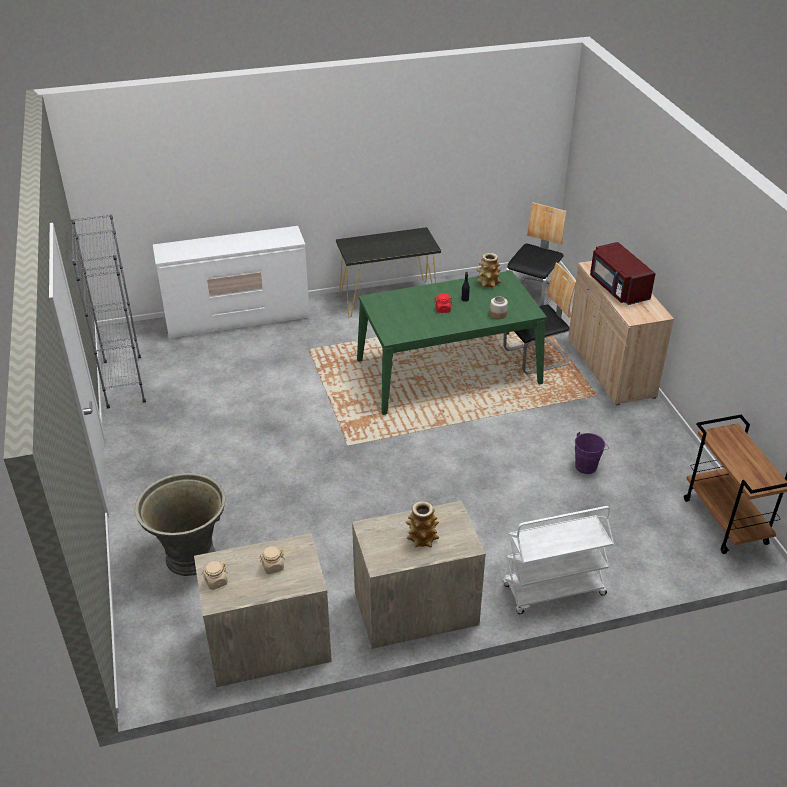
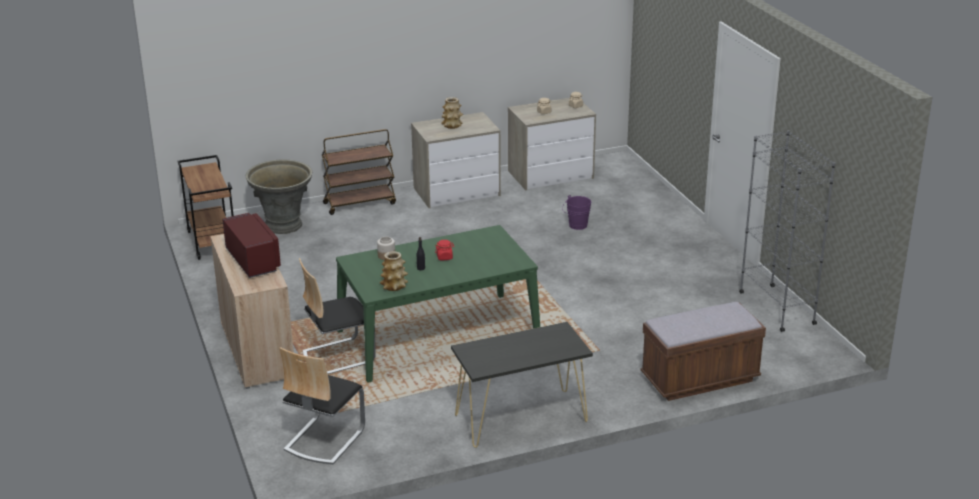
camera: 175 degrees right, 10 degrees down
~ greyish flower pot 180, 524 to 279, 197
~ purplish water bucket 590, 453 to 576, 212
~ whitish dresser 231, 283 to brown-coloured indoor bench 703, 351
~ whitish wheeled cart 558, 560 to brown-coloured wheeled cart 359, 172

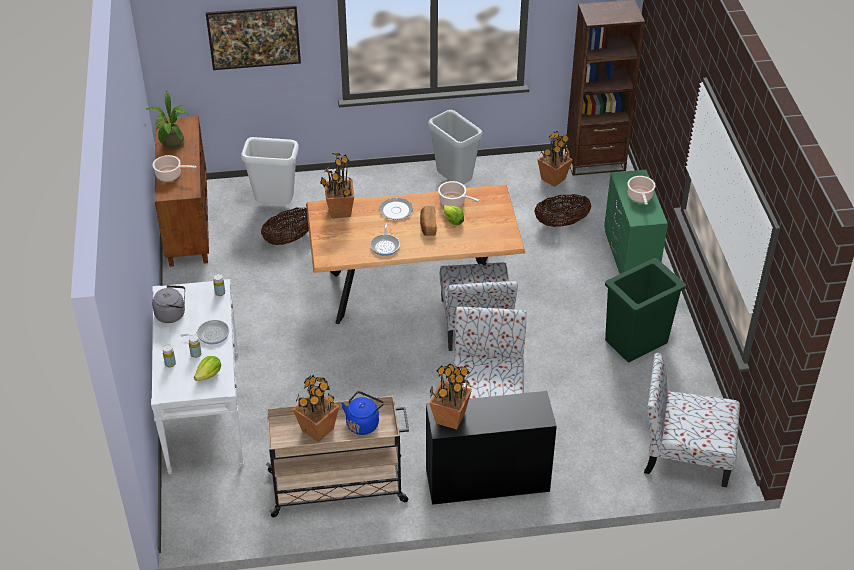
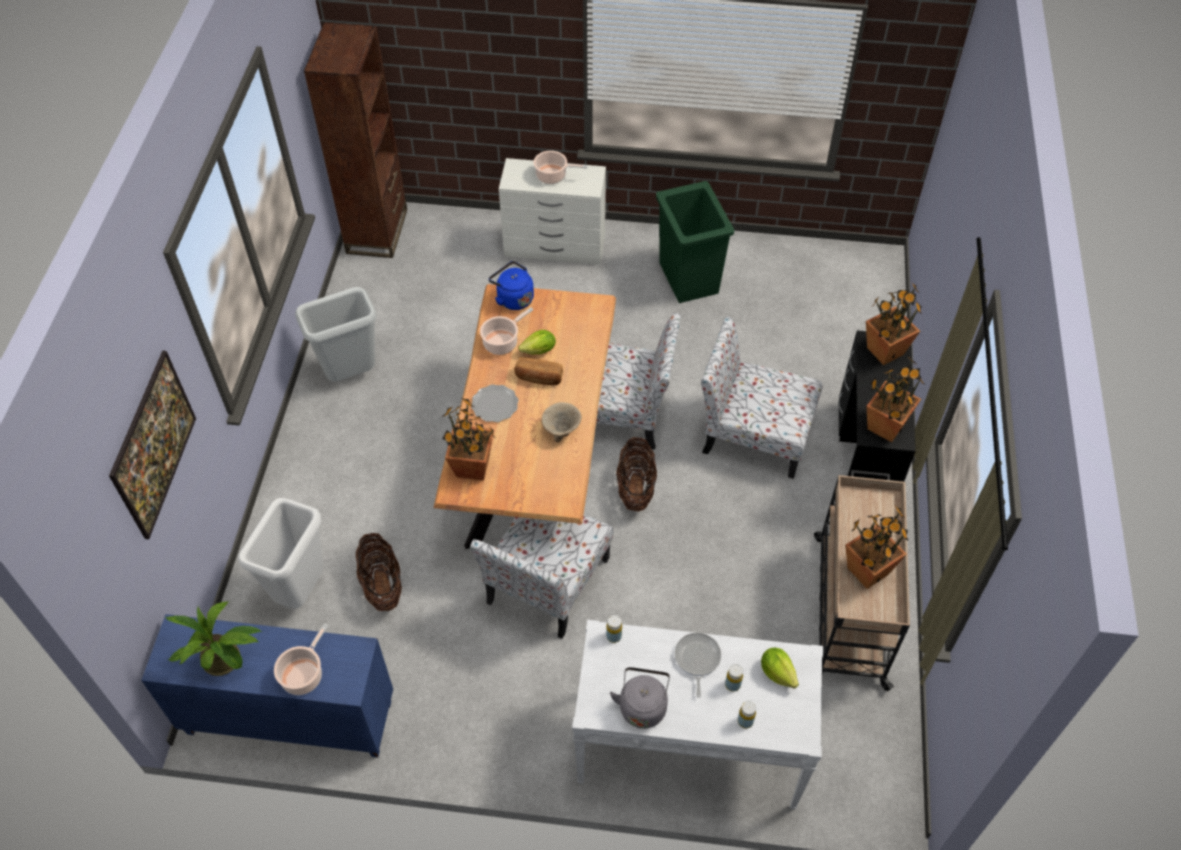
camera: 75 degrees left, 10 degrees up
~ bluish kettle 362, 413 to 511, 285
~ household basket 562, 210 to 636, 474
~ houseplant 555, 159 to 894, 324
~ upright chair 692, 420 to 541, 576
~ pan 385, 239 to sand-coloured bowl 562, 422
~ brown-coloured storage cabinet 182, 191 to bluish storage cabinet 267, 686
~ green dresser 636, 222 to whitish dresser 552, 211

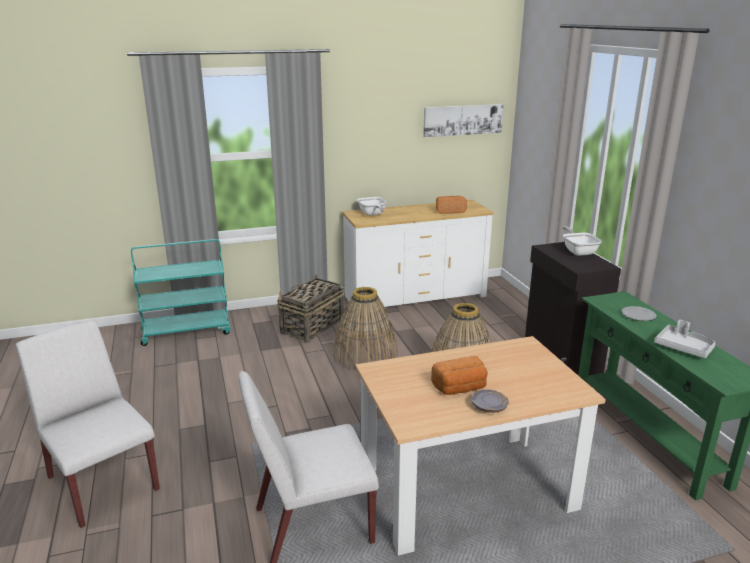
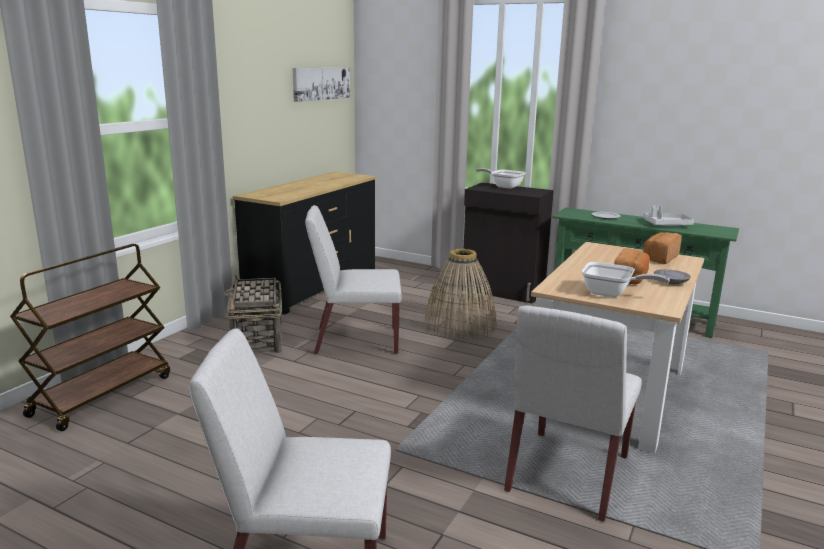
camera: 45 degrees left, 5 degrees down
~ pan 372, 206 to 626, 279
~ baked bread 451, 205 to 662, 248
~ household basket 365, 328 to whitish upright chair 353, 280
~ blue-green wheeled cart 181, 292 to brown-coloured wheeled cart 90, 337
~ whitish dresser 418, 257 to black-coloured dresser 304, 243

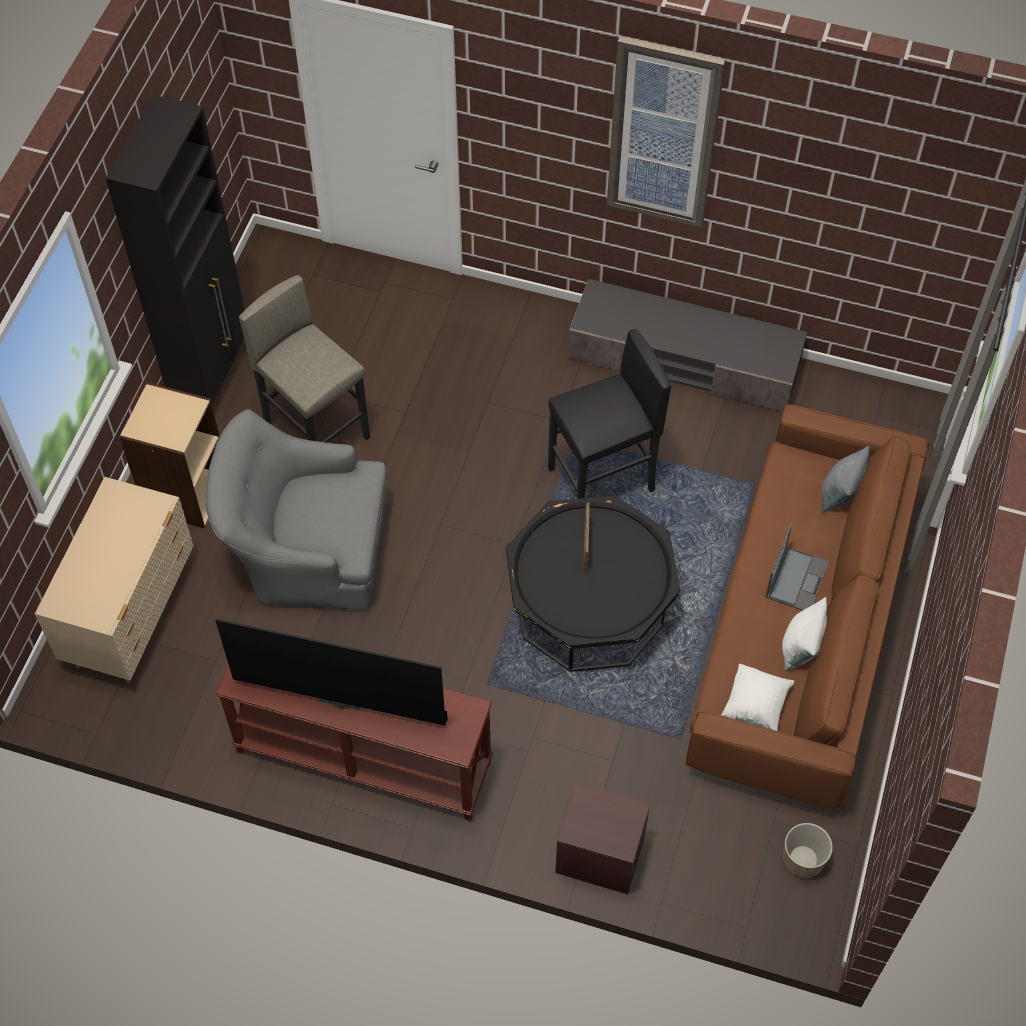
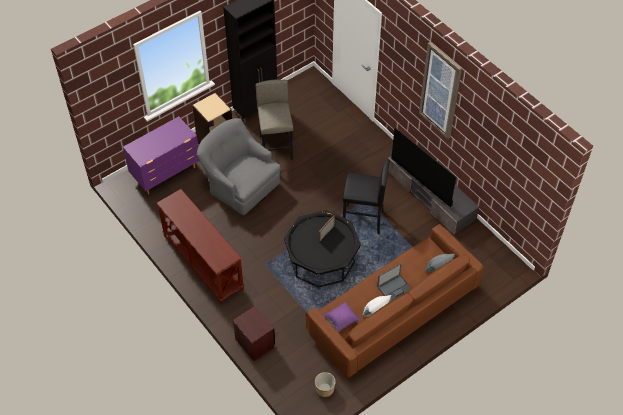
camera: 35 degrees right, 5 degrees down
~ television 331, 672 to 423, 167
~ sand-coloured dresser 114, 580 to purplish dresser 161, 155
~ whitish throw pillow 757, 697 to purplish throw pillow 341, 317

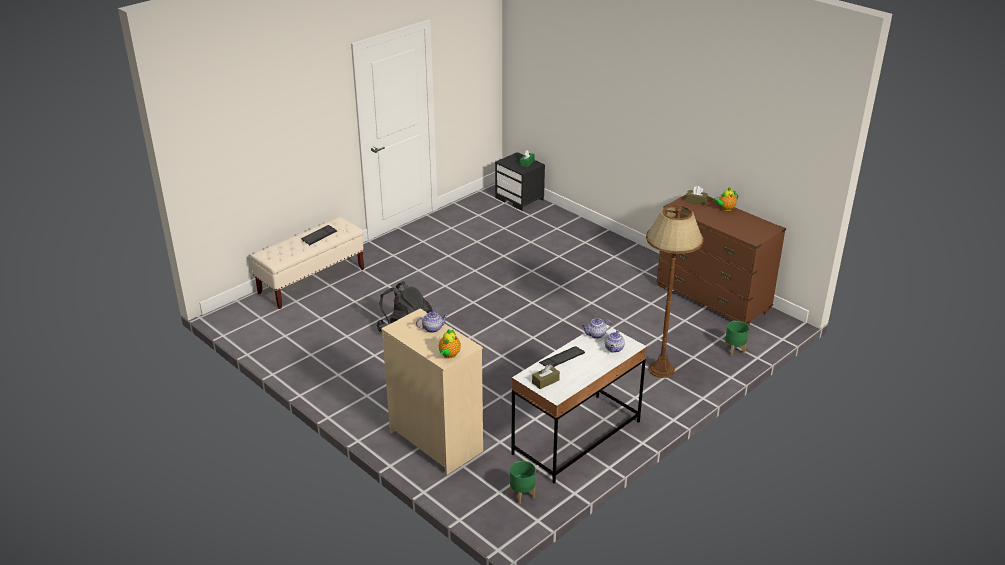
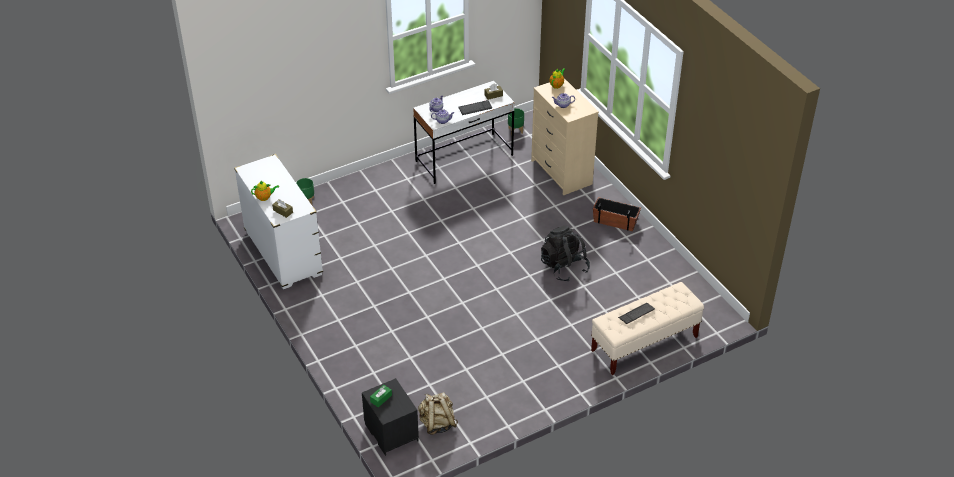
camera: 165 degrees left, 10 degrees up
- brown-coloured floor lamp 675, 291
+ sand-coloured backpack 438, 413
+ flower pot 617, 214
~ brown-coloured dresser 721, 260 to whitish dresser 278, 221

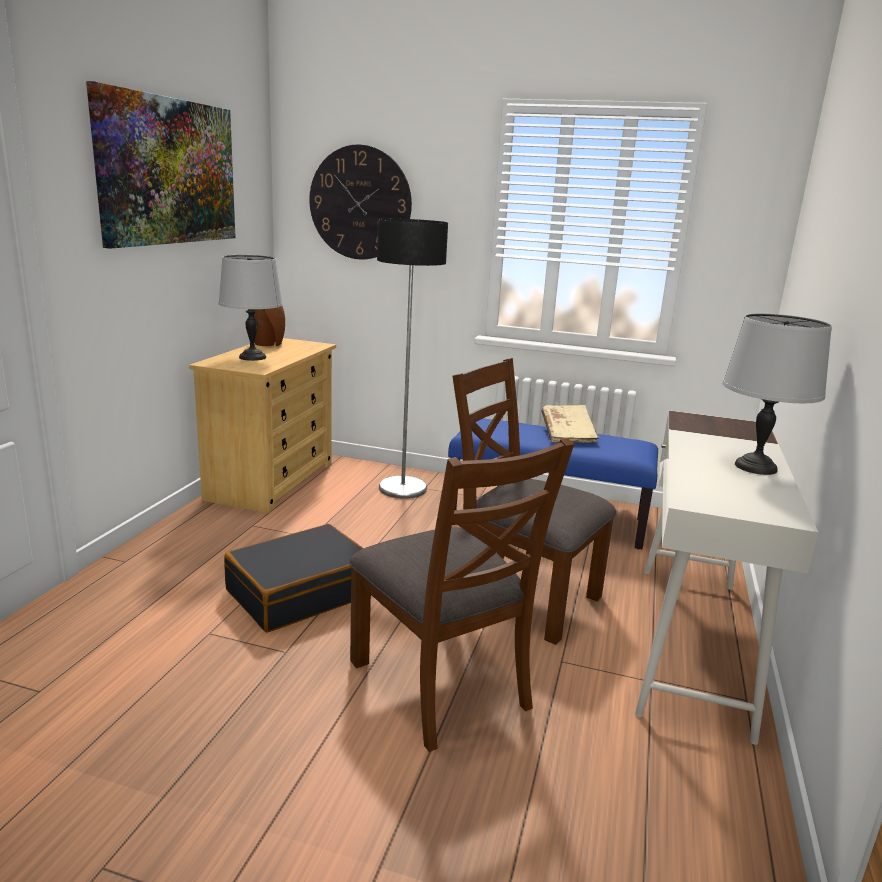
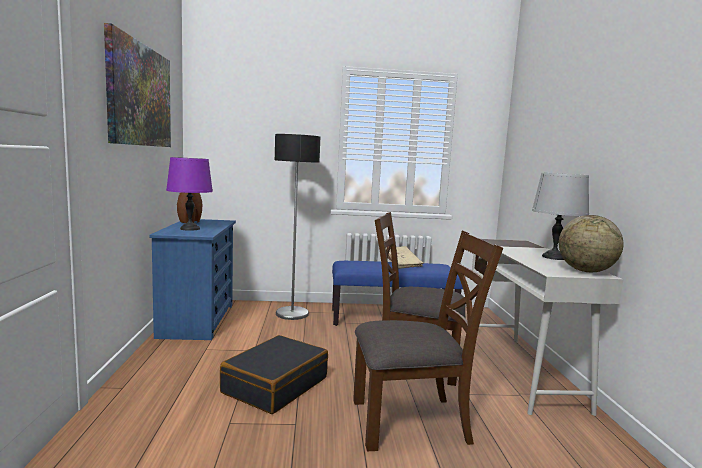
camera: 20 degrees left, 10 degrees down
- hanging clock 360, 202
+ world globe 591, 243
~ sand-coloured dresser 262, 425 to bluish dresser 192, 279
~ greyish tabletop lamp 251, 308 to purplish tabletop lamp 189, 194
~ brown-coloured upright chair 461, 595 = 428, 340 45 degrees counterclockwise

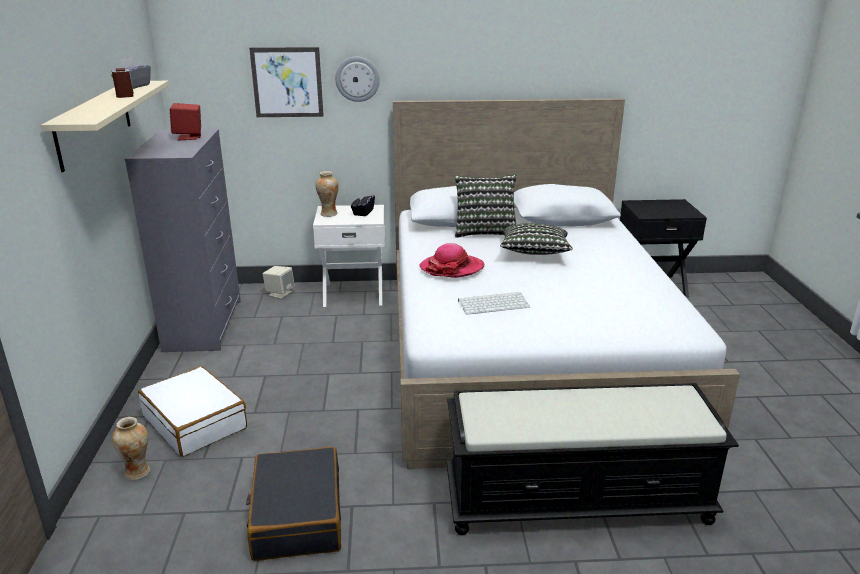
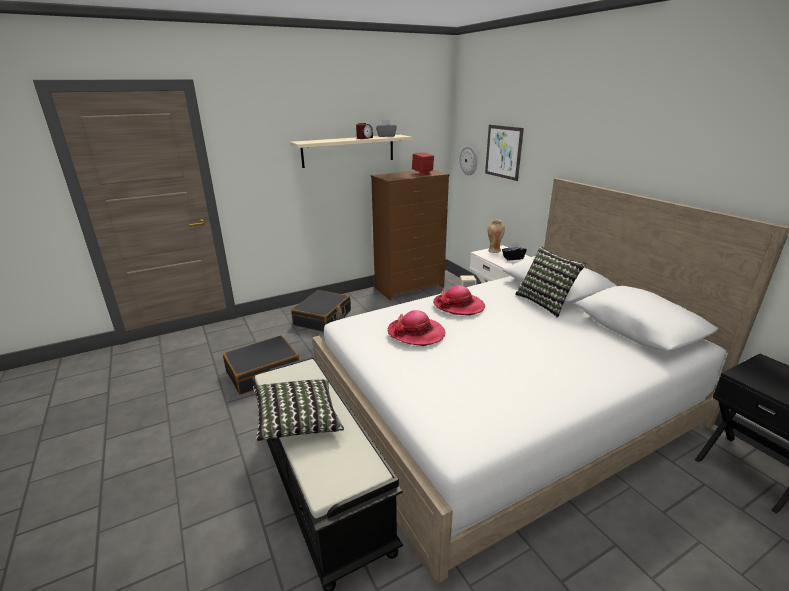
camera: 65 degrees right, 0 degrees up
- flower vase 131, 448
~ hanging clock 357, 79 to 468, 161
~ throw pillow 536, 239 to 298, 410
~ PC keyboard 494, 303 to clothing hat 417, 328
~ greyish dresser 183, 240 to brown-coloured dresser 410, 235
~ whitish piece of luggage 192, 411 to black-coloured piece of luggage 321, 311

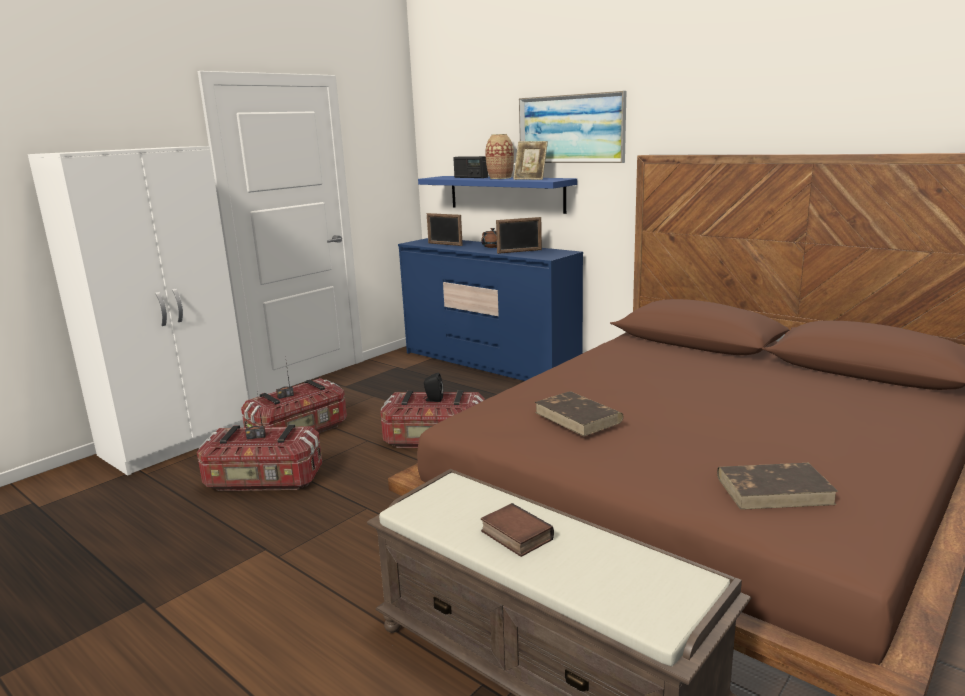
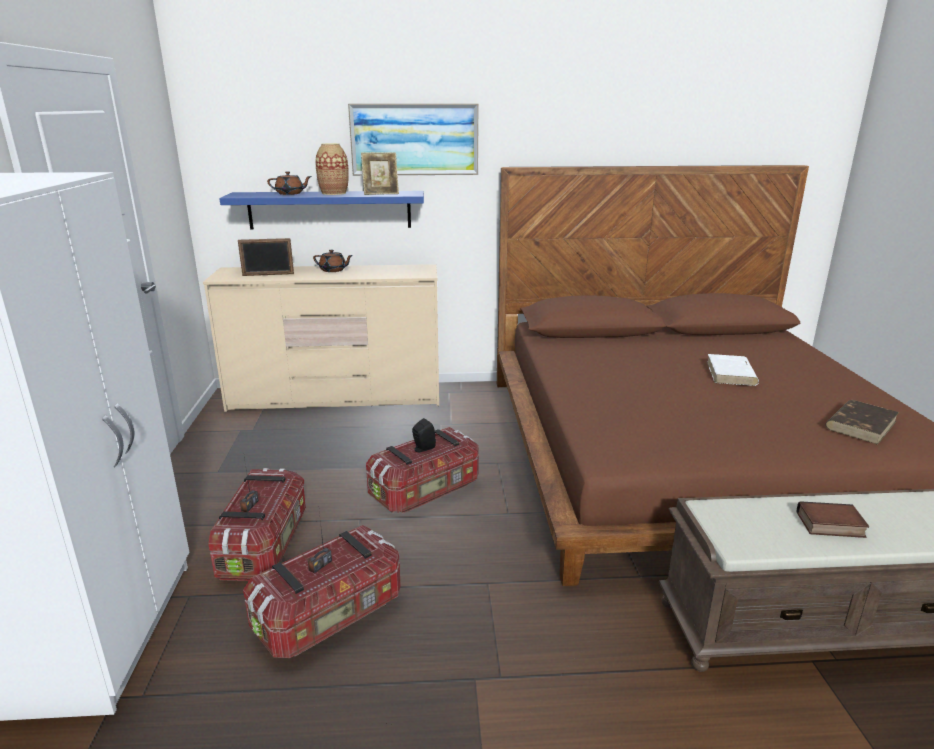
camera: 45 degrees left, 5 degrees up
- standing frame 519, 235
- brown-coloured bound book 579, 413
+ whitish bound book 733, 370
~ radio set 470, 167 to brown-coloured pot for tea 289, 183
~ bluish dresser 490, 309 to sand-coloured dresser 321, 338

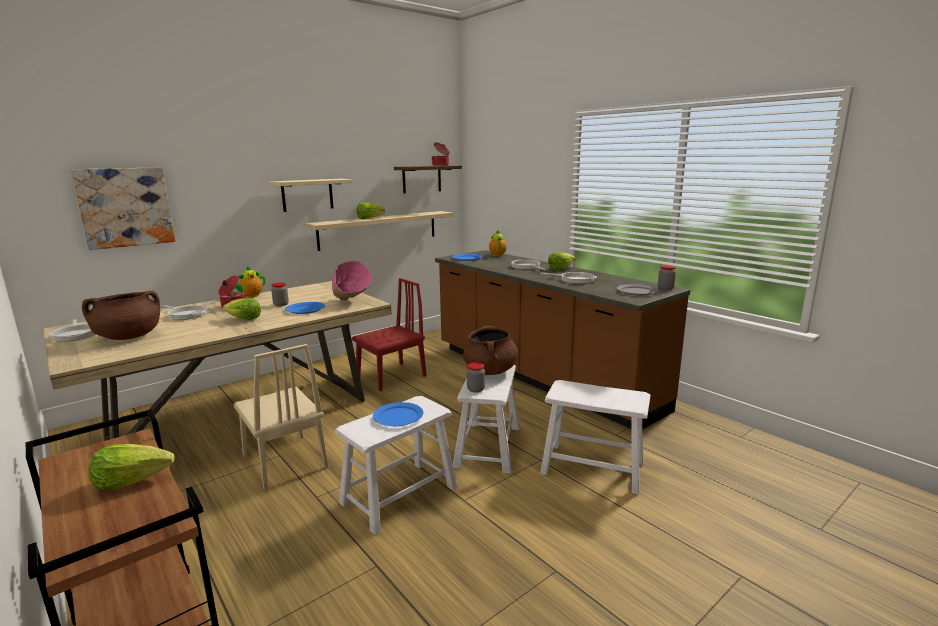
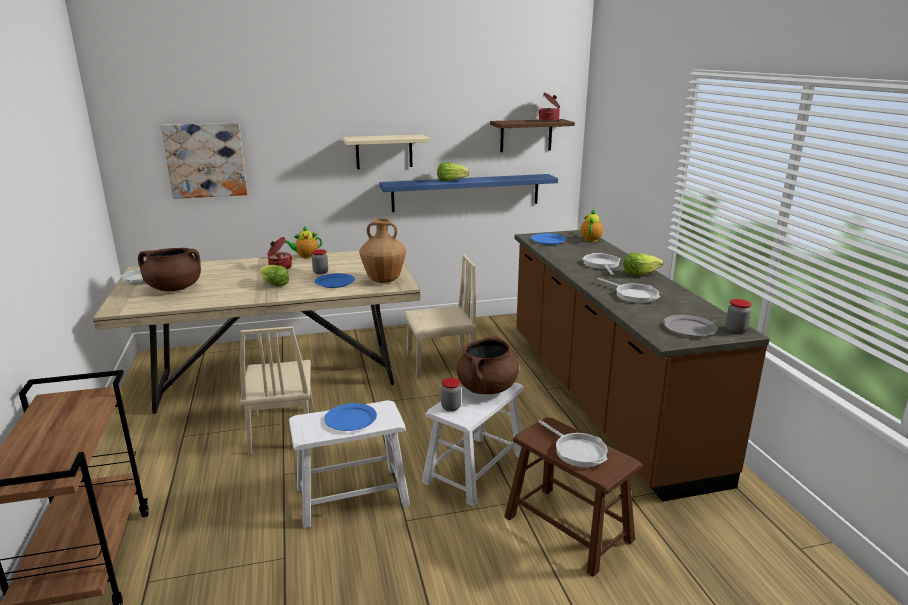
camera: 25 degrees right, 5 degrees up
- lettuce head 131, 467
~ pan 184, 312 to 573, 444
~ pinkish bowl 352, 280 to brown-coloured flower vase 382, 251
~ sand-coloured wall shelf 379, 231 to bluish wall shelf 468, 193
~ red upright chair 389, 334 to sand-coloured upright chair 440, 315
~ whitish sitting stool 595, 437 to brown-coloured sitting stool 573, 497

